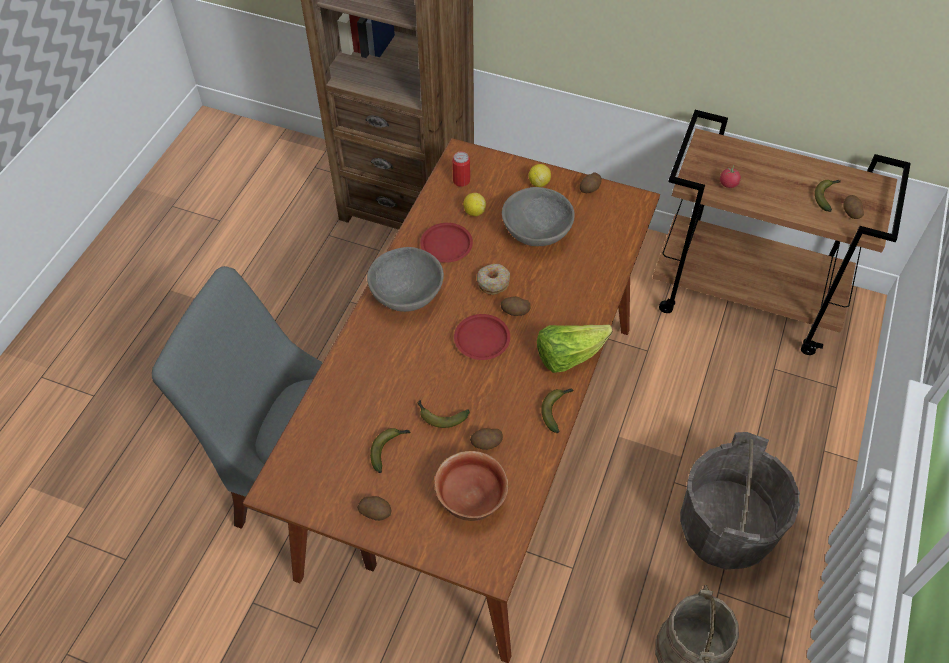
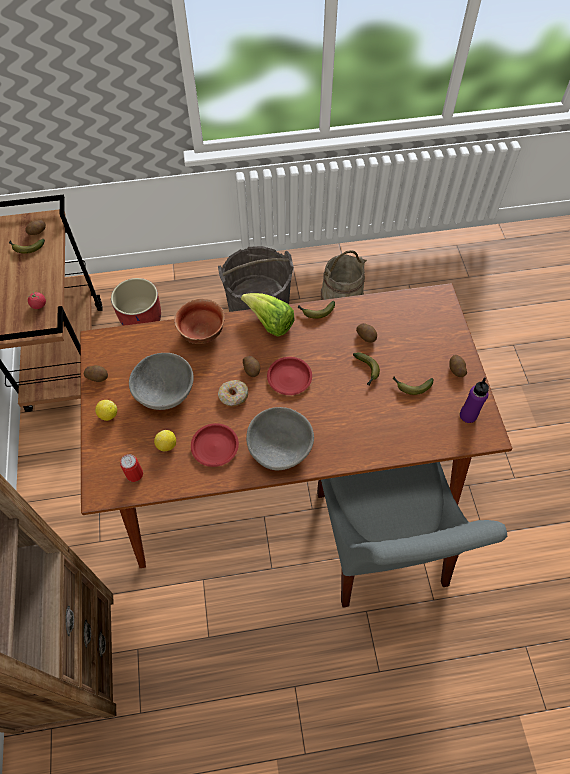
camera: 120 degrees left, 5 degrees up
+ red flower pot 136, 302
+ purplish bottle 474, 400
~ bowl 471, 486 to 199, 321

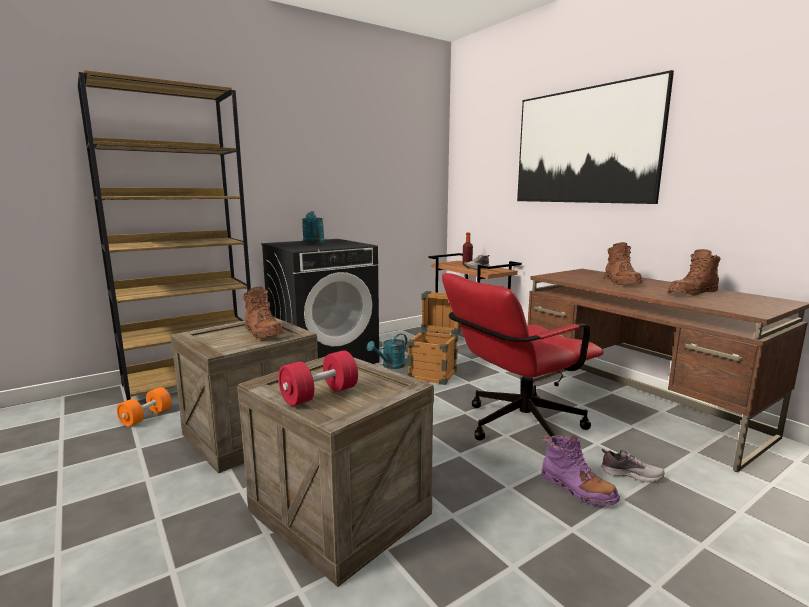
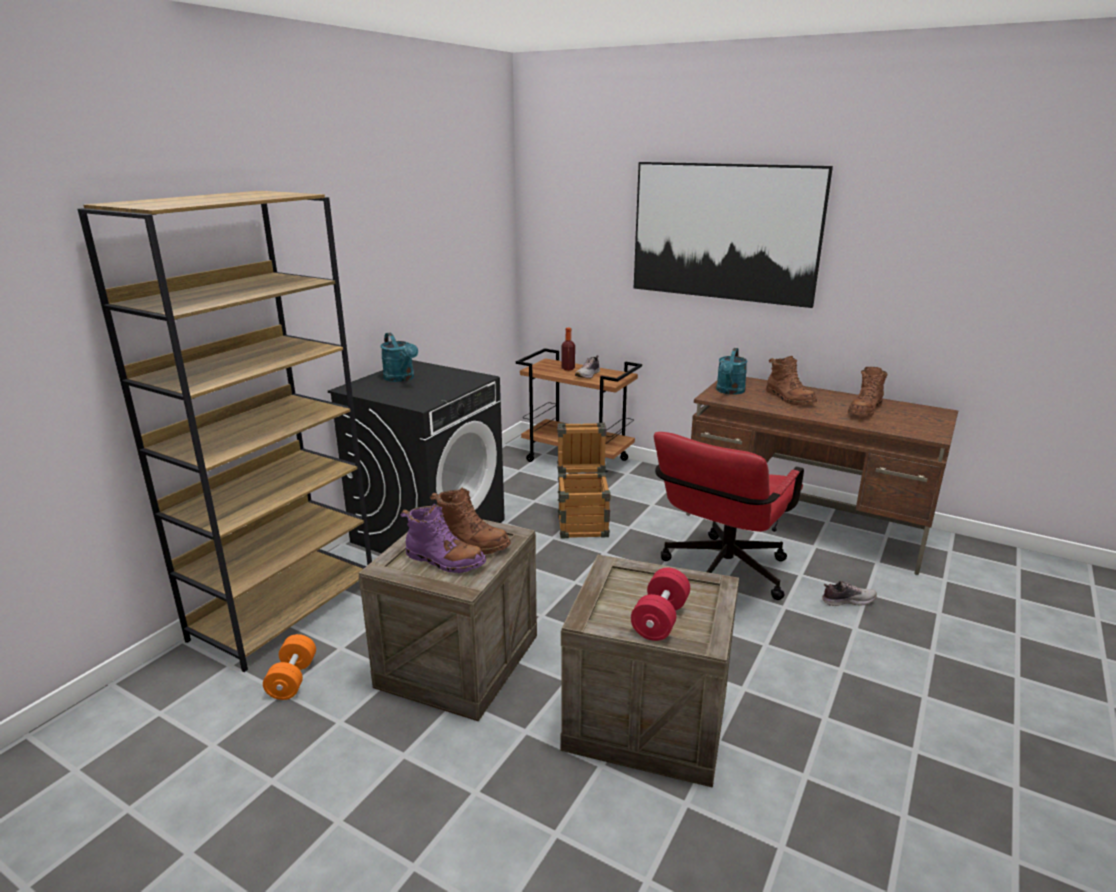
camera: 25 degrees left, 10 degrees up
~ blue-green watering can 387, 351 to 732, 371
~ purplish boot 580, 470 to 443, 538

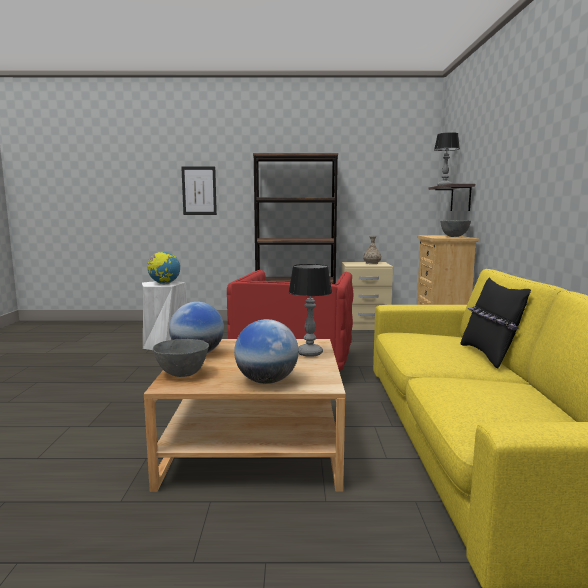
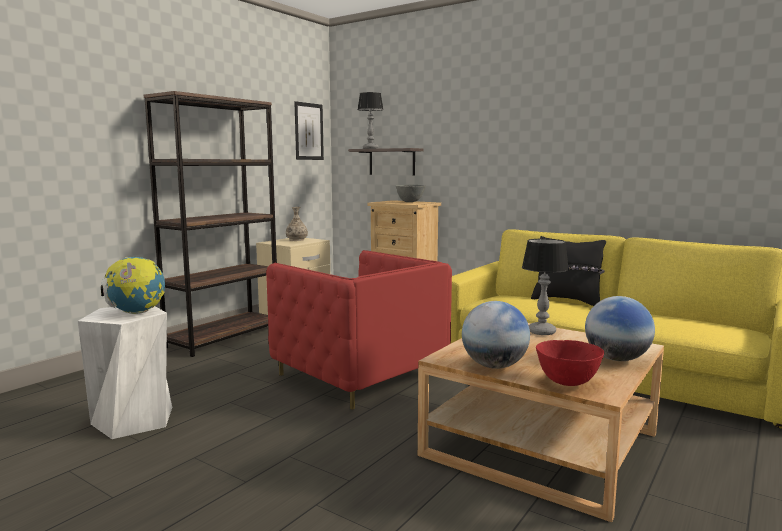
camera: 55 degrees left, 0 degrees up
~ wall art 199, 191 to 309, 130
~ greyish bowl 181, 358 to red bowl 570, 363

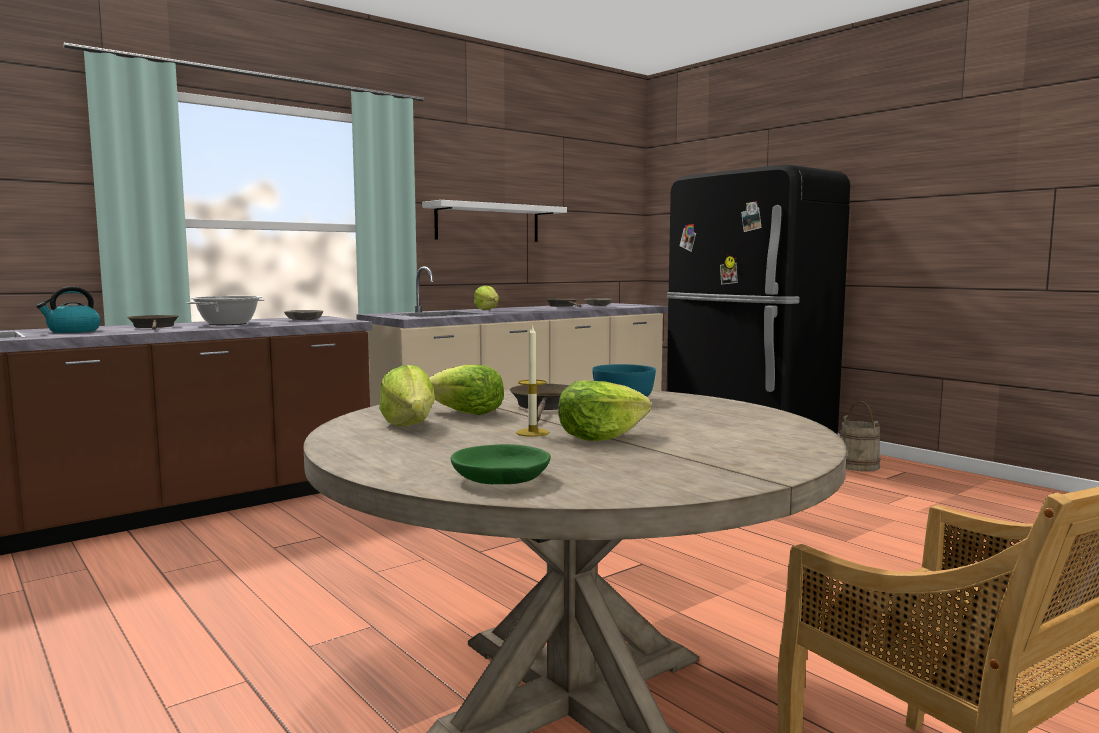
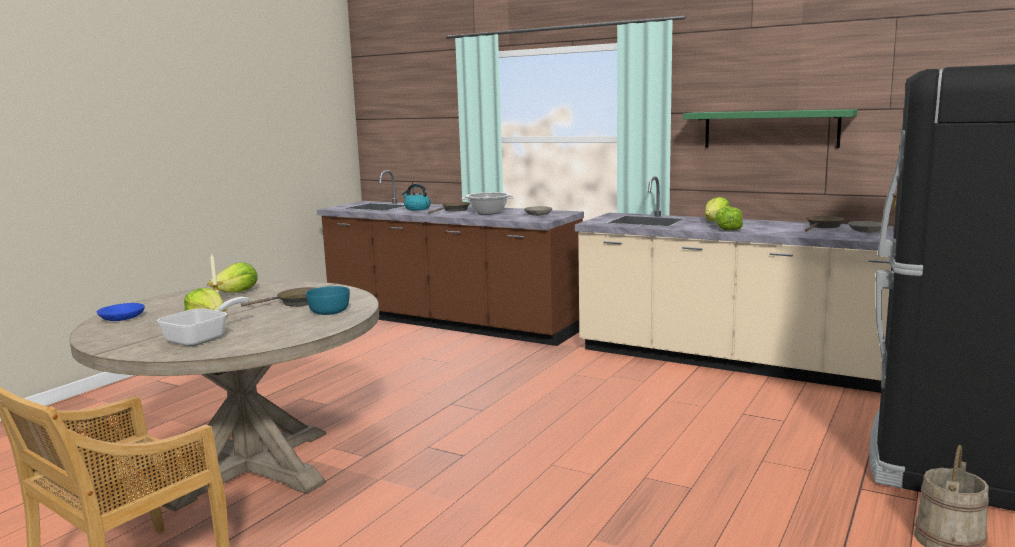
camera: 70 degrees right, 5 degrees up
+ pan 203, 321
~ lettuce head 466, 390 to 729, 218
~ whitish wall shelf 494, 221 to green wall shelf 770, 128
~ green bowl 501, 464 to bluish bowl 121, 312

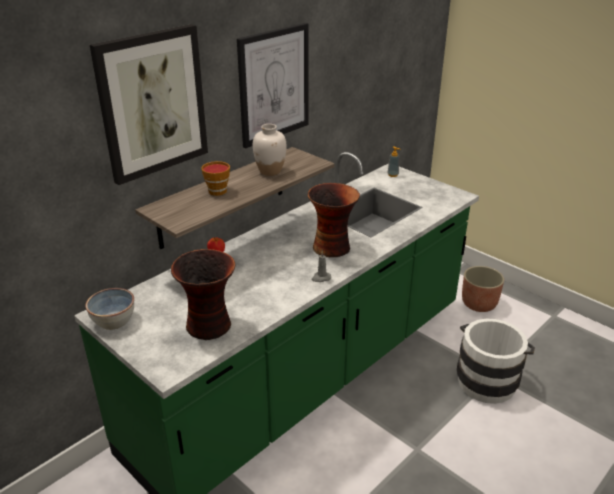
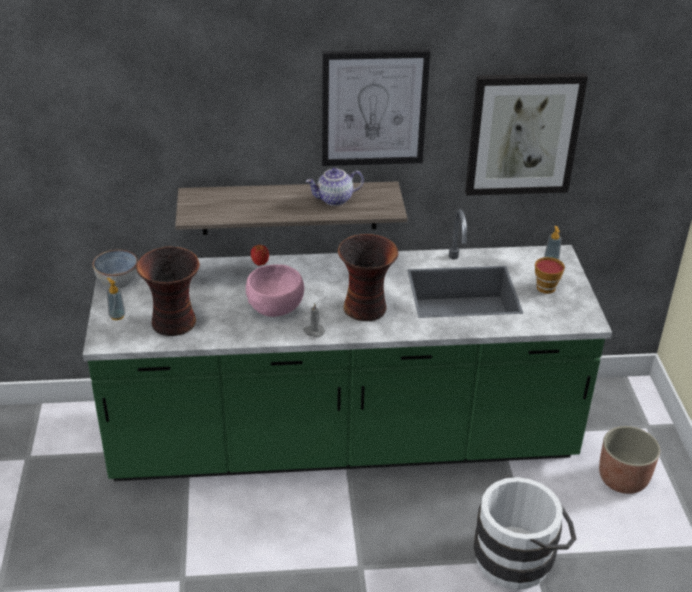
camera: 40 degrees right, 5 degrees up
+ soap bottle 116, 299
+ pinkish bowl 275, 290
~ wall art 149, 104 to 526, 134
~ small cup 215, 178 to 550, 275
~ whitish flower vase 270, 150 to pot for tea 335, 187

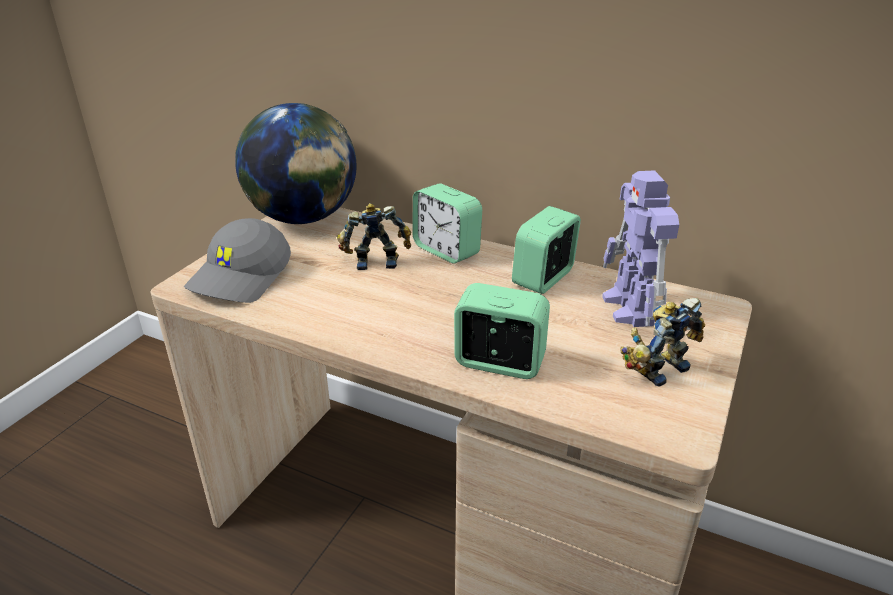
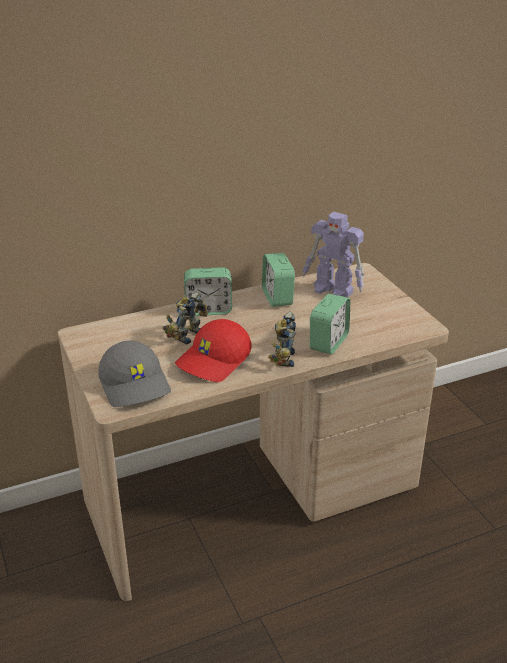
camera: 50 degrees left, 0 degrees up
- world globe 296, 163
+ red cap 213, 350
~ model robot 662, 342 to 282, 339
~ table clock 502, 331 = 330, 324 150 degrees clockwise

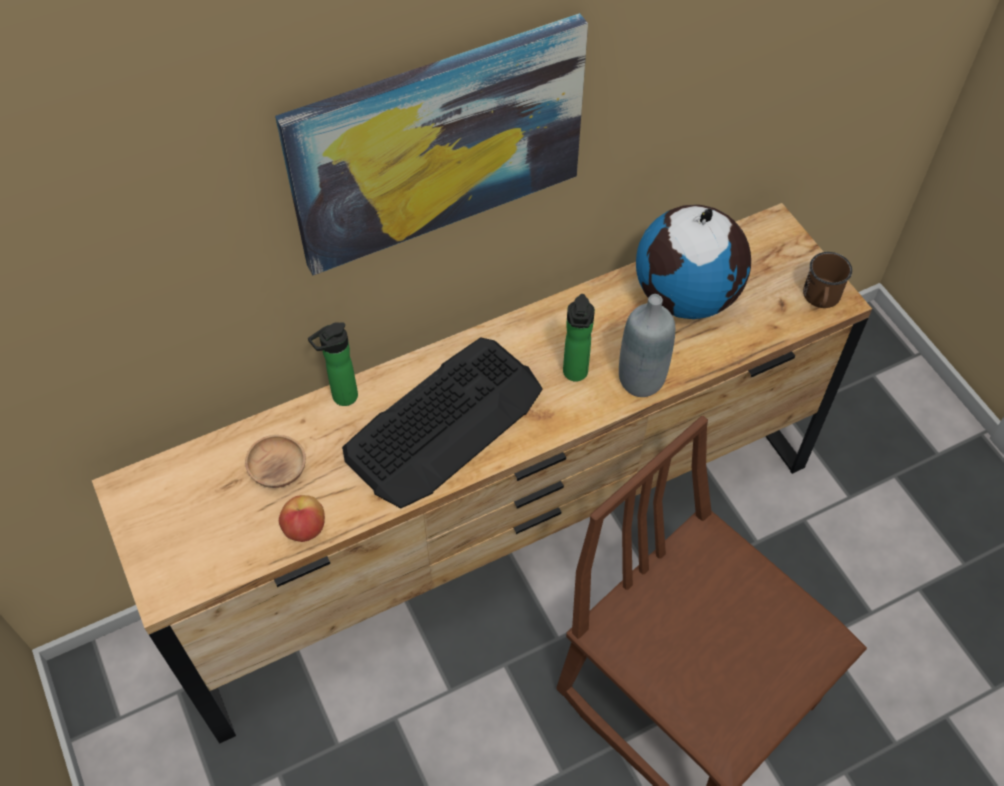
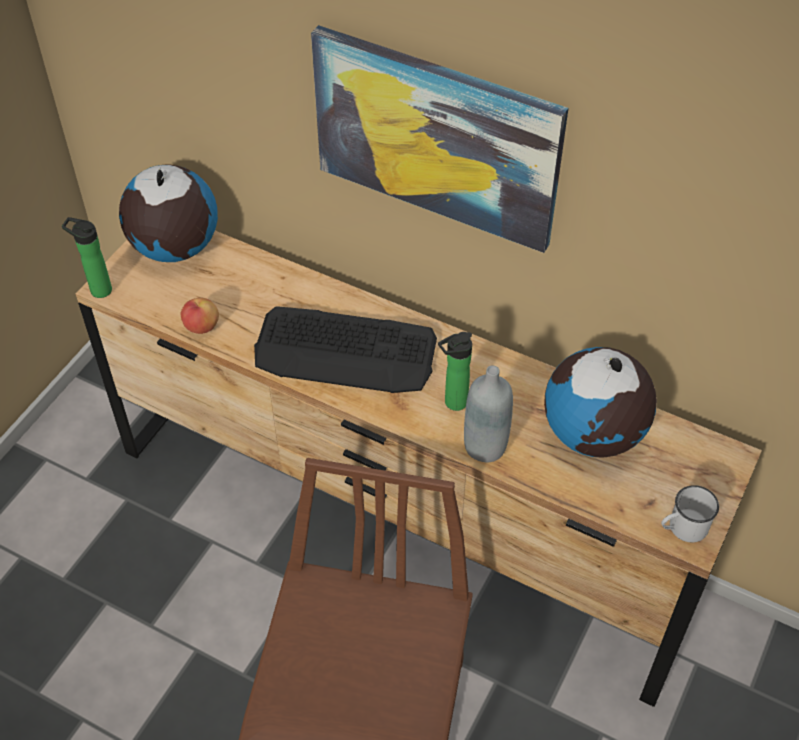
camera: 55 degrees right, 5 degrees down
- brown-coloured bowl 275, 461
+ world globe 168, 213
~ bottle 333, 364 to 87, 257
~ brown-coloured coffee mug 827, 280 to whitish coffee mug 690, 514

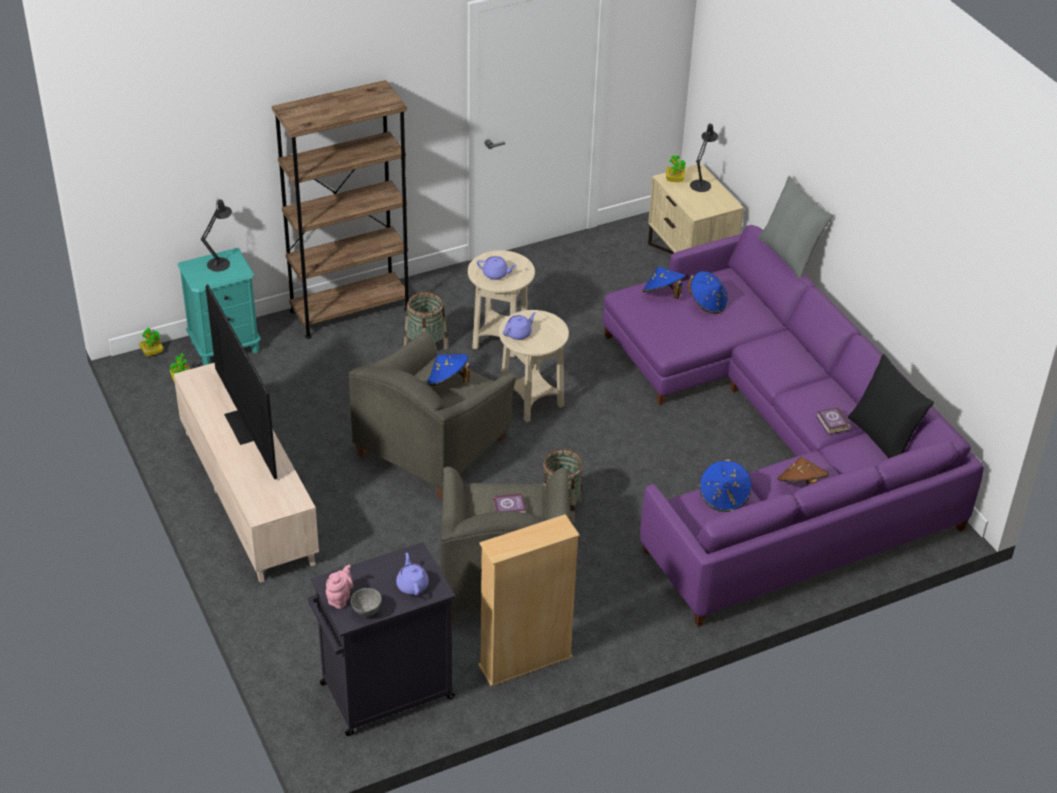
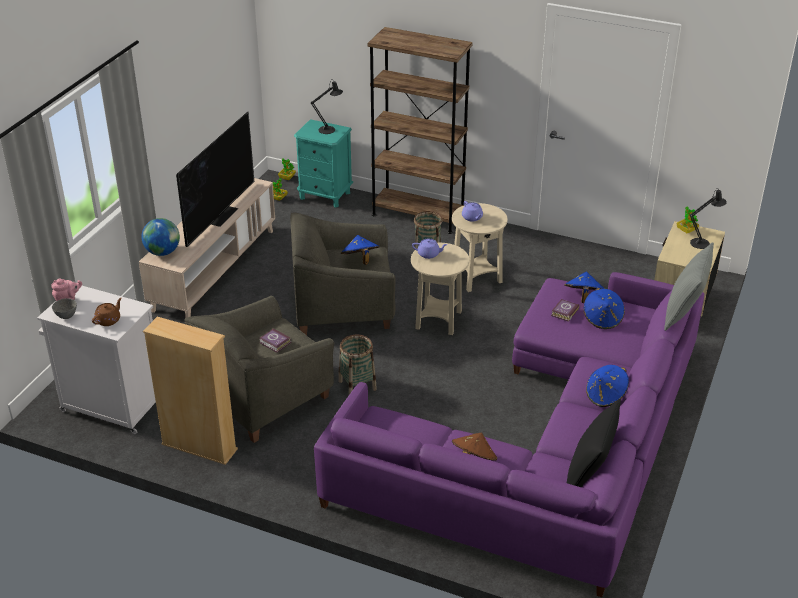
camera: 50 degrees right, 5 degrees down
+ world globe 161, 237
~ bluish clothing hat 725, 485 to 607, 386
~ bound book 833, 421 to 565, 310
~ black-coloured storage cabinet 382, 639 to whitish storage cabinet 96, 360
~ purplish pot for tea 412, 574 to brown-coloured pot for tea 107, 312

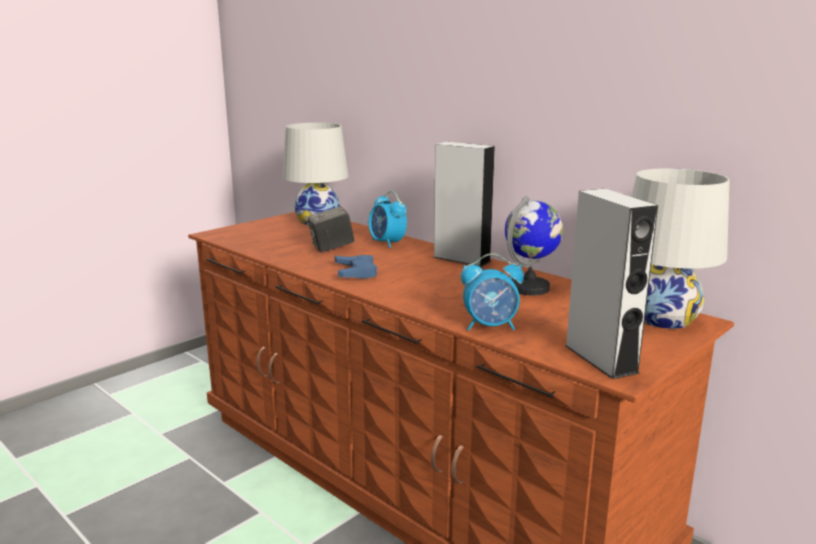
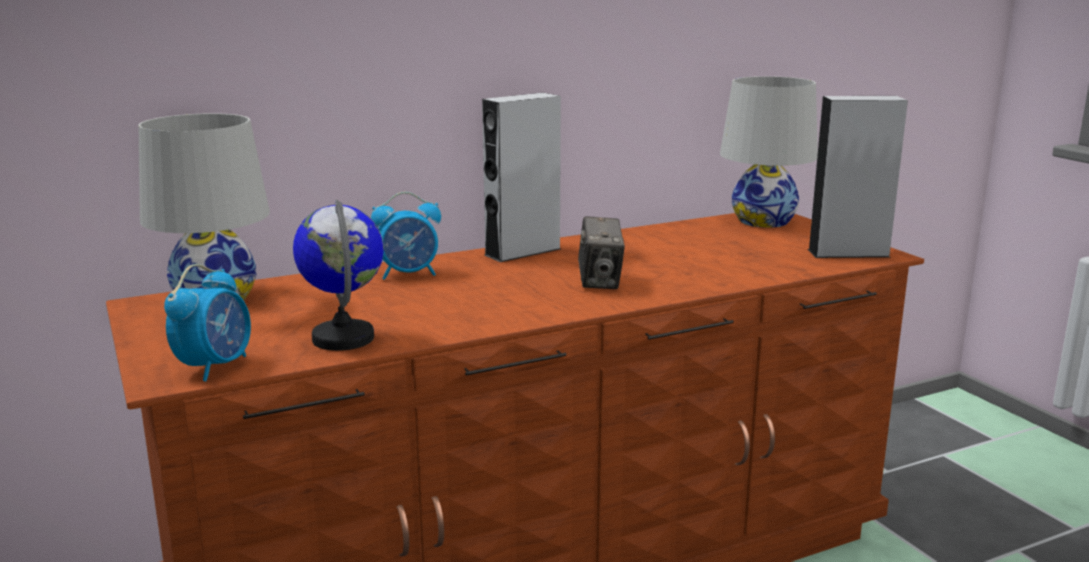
camera: 70 degrees left, 0 degrees up
- bluish gamepad 356, 267
~ photo camera 331, 229 to 601, 252
~ table clock 492, 292 to 207, 322
~ world globe 534, 245 to 338, 275

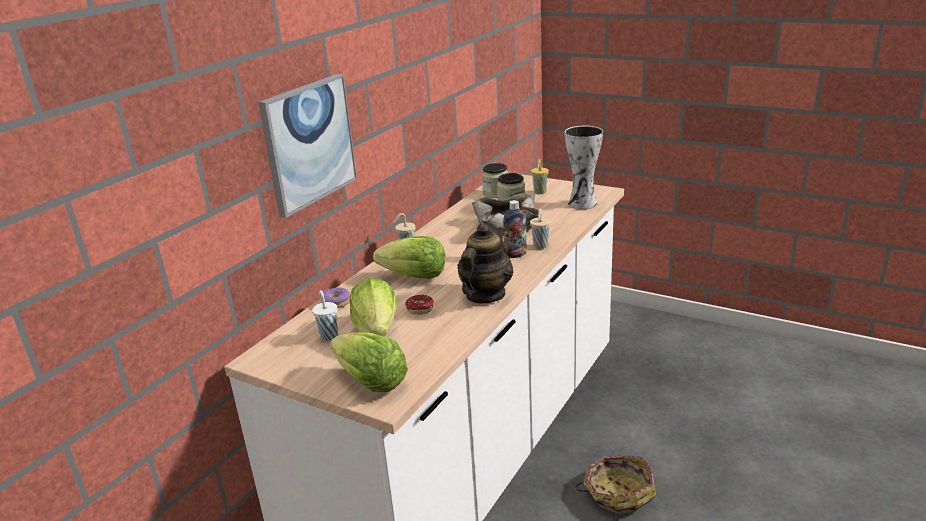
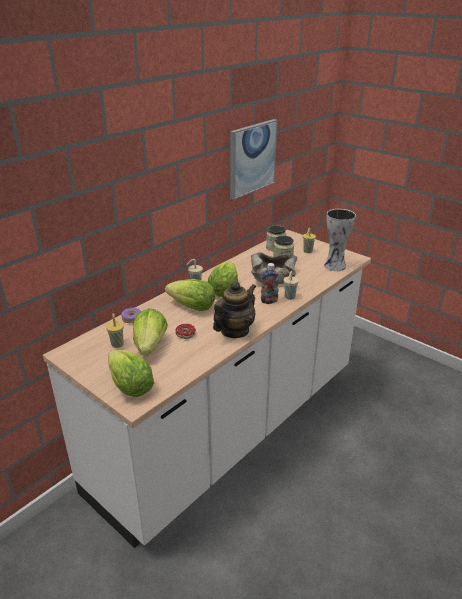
camera: 10 degrees right, 5 degrees up
- household basket 616, 484
+ lettuce head 223, 279
~ wall art 307, 146 to 253, 159
~ whitish small cup 325, 315 to yellowish small cup 115, 330

